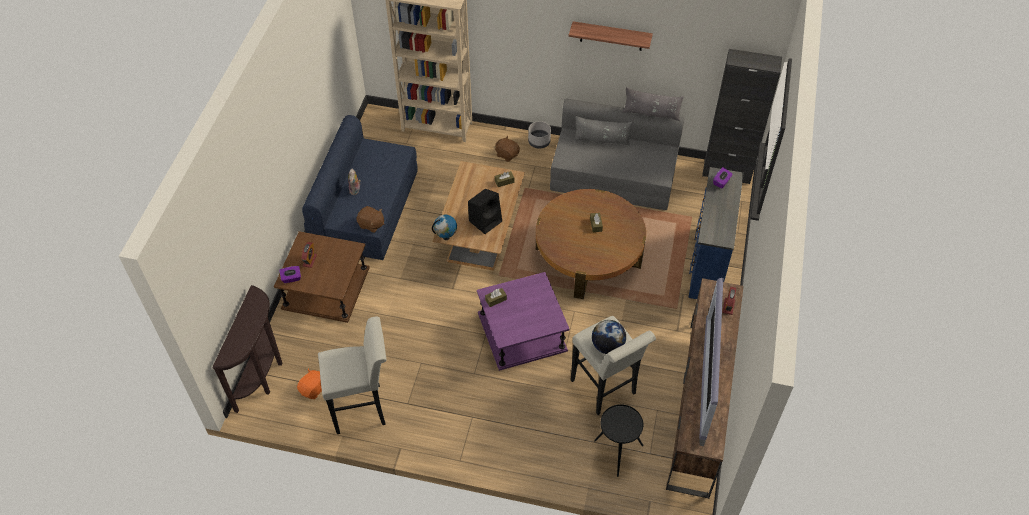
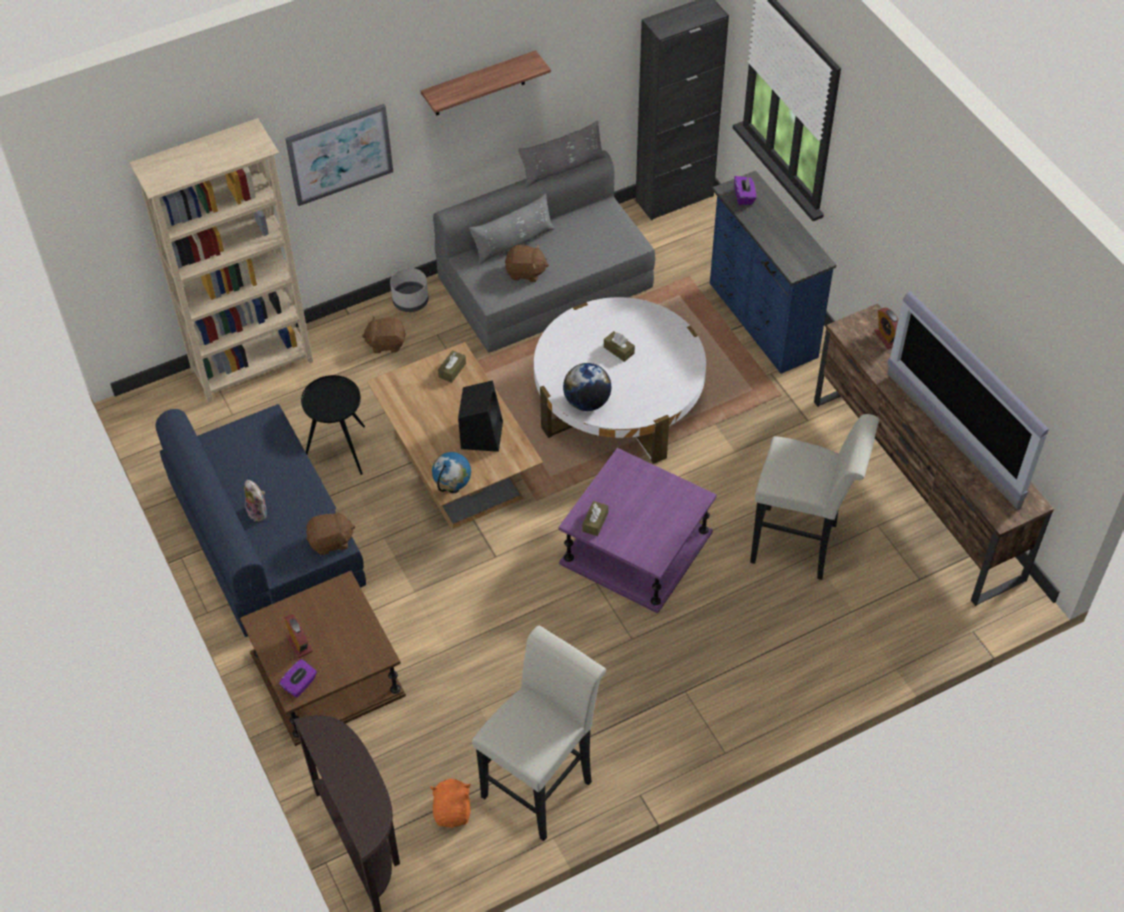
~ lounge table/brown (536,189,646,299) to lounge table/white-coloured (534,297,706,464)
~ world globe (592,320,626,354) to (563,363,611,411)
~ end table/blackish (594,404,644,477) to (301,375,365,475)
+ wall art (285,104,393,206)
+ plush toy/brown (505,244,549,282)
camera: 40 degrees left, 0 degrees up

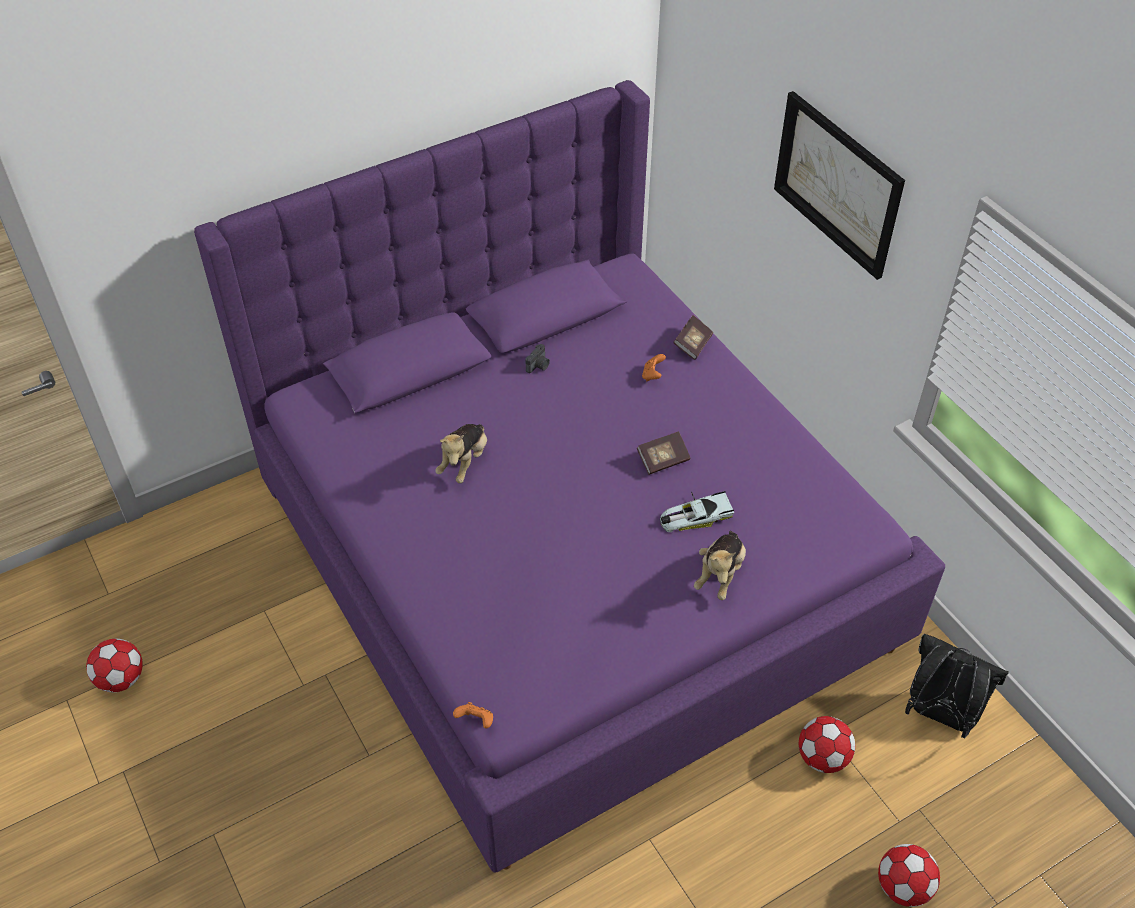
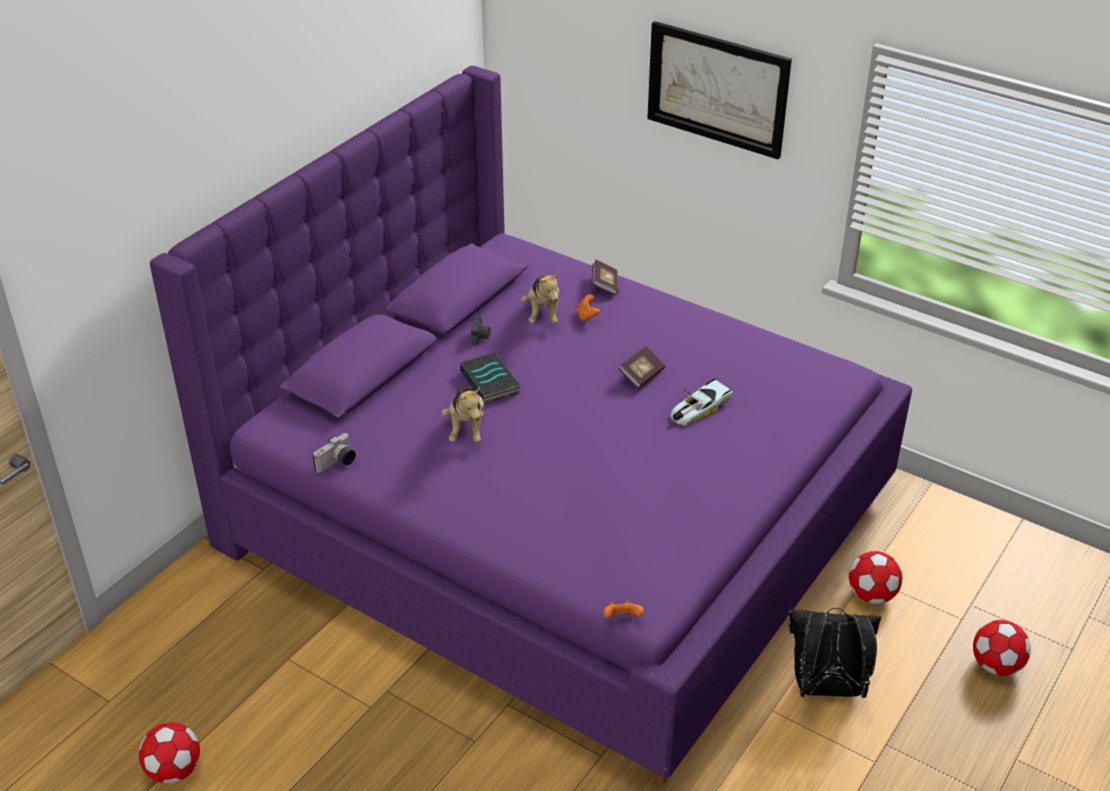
~ plush toy (694,531,746,600) to (521,271,559,324)
~ knapsack/blackish (905,634,1008,738) to (788,608,881,698)
+ book (460,352,520,404)
+ photo camera (313,433,356,473)
camera: 25 degrees left, 10 degrees down

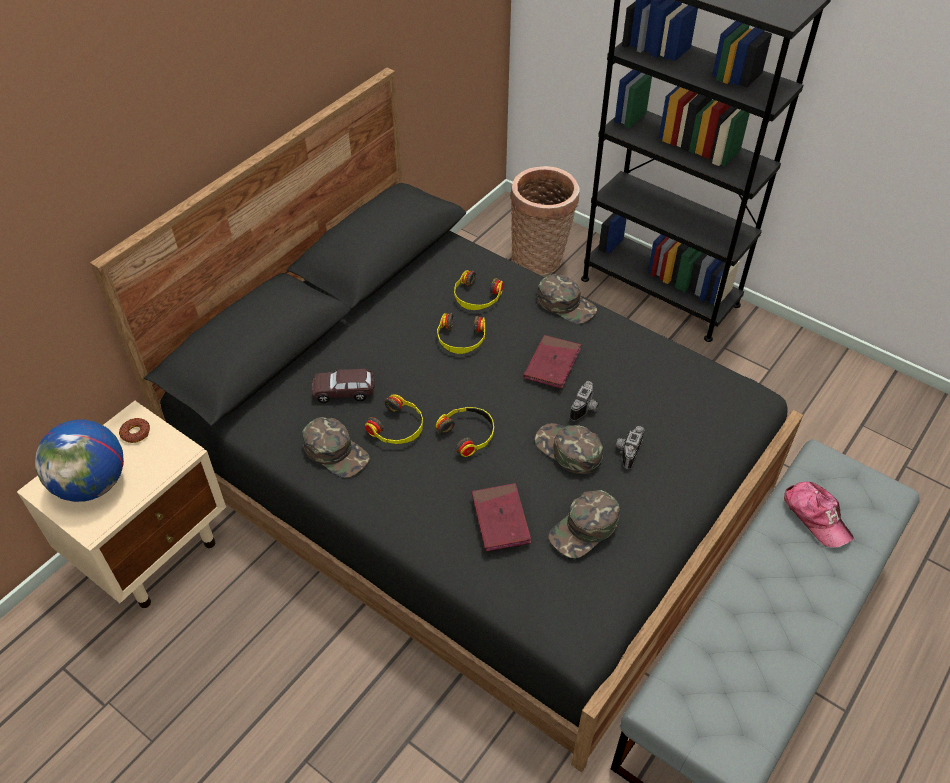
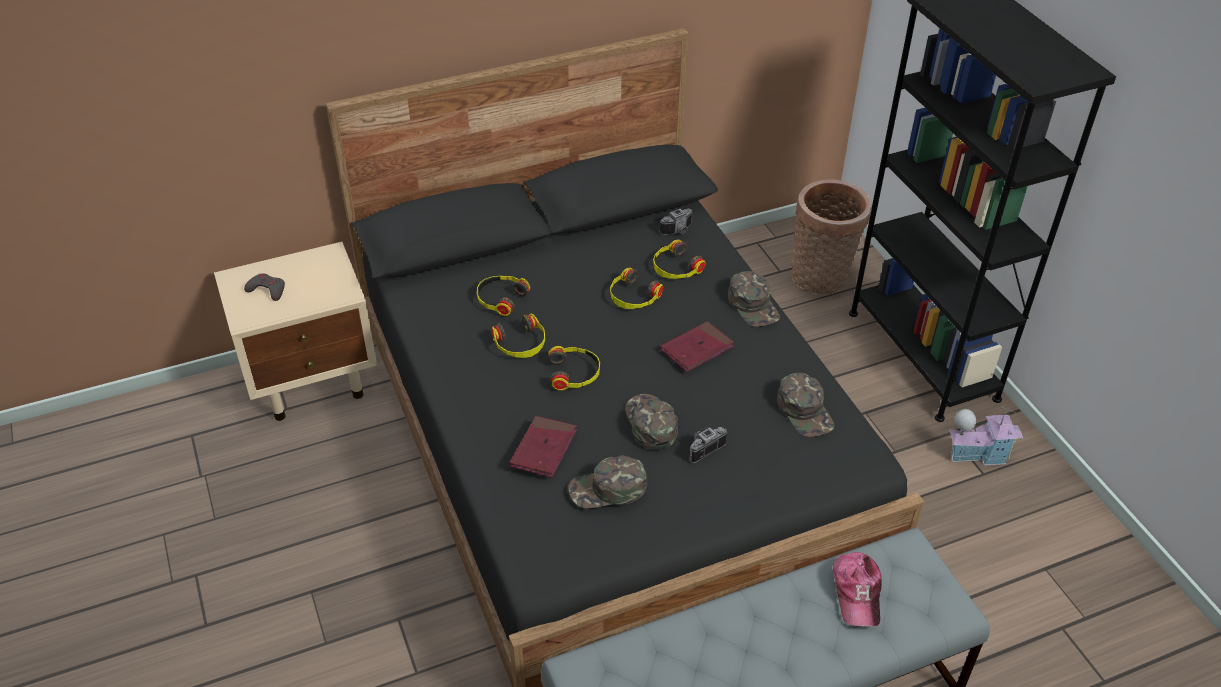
~ toy car/brown (312,369,375,403) to headphones (477,276,530,316)
~ photo camera (570,381,599,421) to (660,209,693,235)
~ cap/green (302,417,370,478) to (777,373,834,437)
- ring doughnut (119,418,150,443)
~ world globe (35,420,124,502) to gamepad/gray (244,273,285,301)
+ model house (949,407,1023,465)
camera: 30 degrees right, 5 degrees down

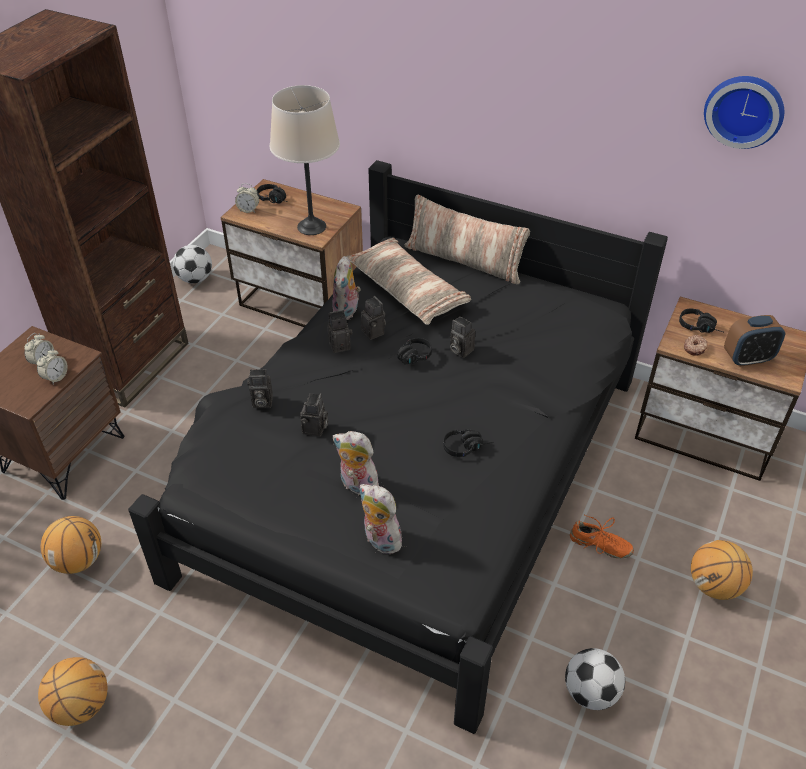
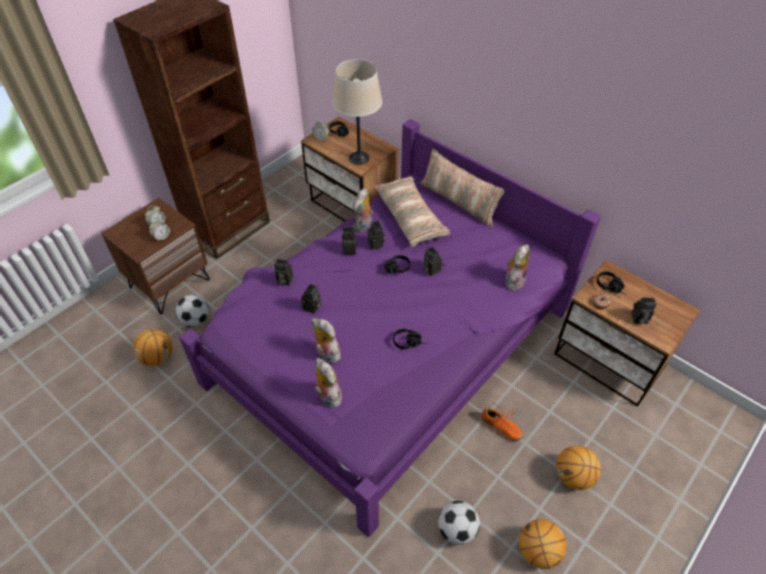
- wall clock (704,76,784,149)
~ bed/blackish (128,160,668,734) to bed/purple (179,119,601,537)
~ ball for football (173,245,212,283) to (175,295,209,327)
~ alarm clock (724,315,785,367) to photo camera (631,297,657,324)
~ basketball (38,657,107,726) to (519,519,567,569)
+ plush toy (506,244,530,291)
camera: 15 degrees right, 5 degrees up

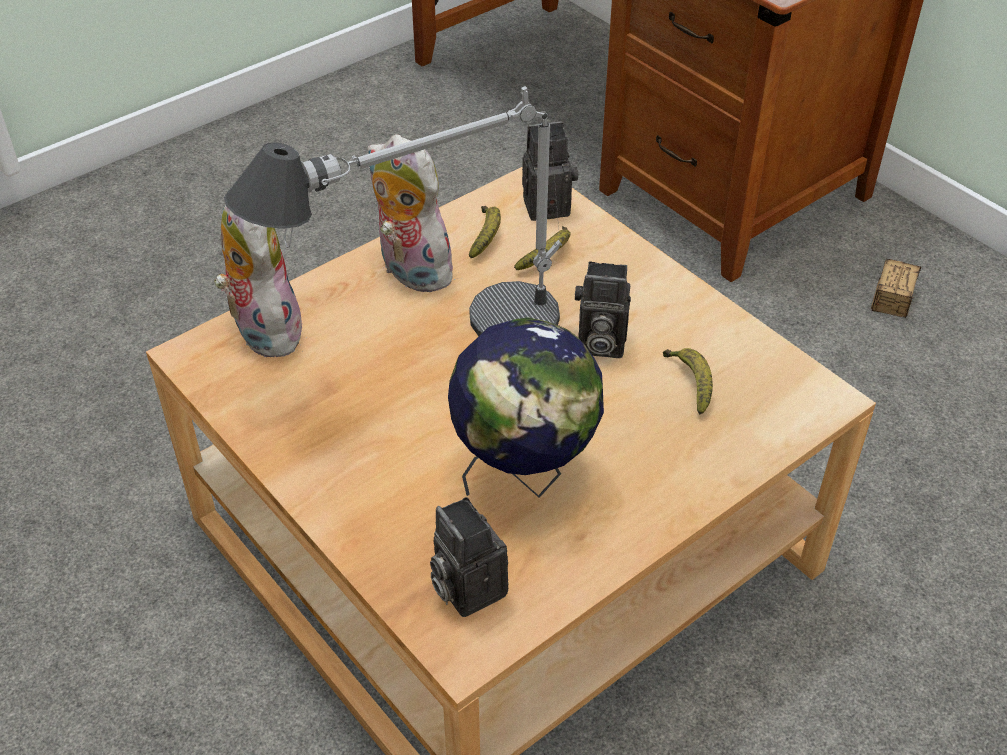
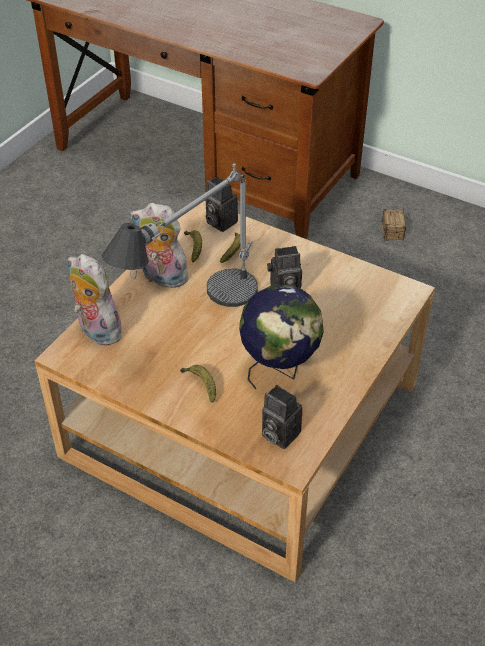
~ photo camera (522,121,578,221) = (206,176,238,232) 105 degrees counterclockwise
~ banana fruit (663,348,713,414) to (180,365,216,403)
camera: 20 degrees left, 0 degrees up

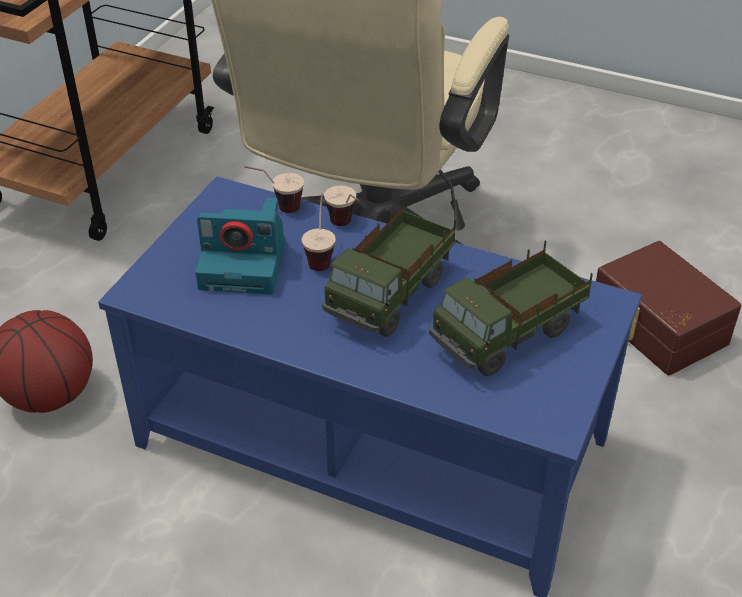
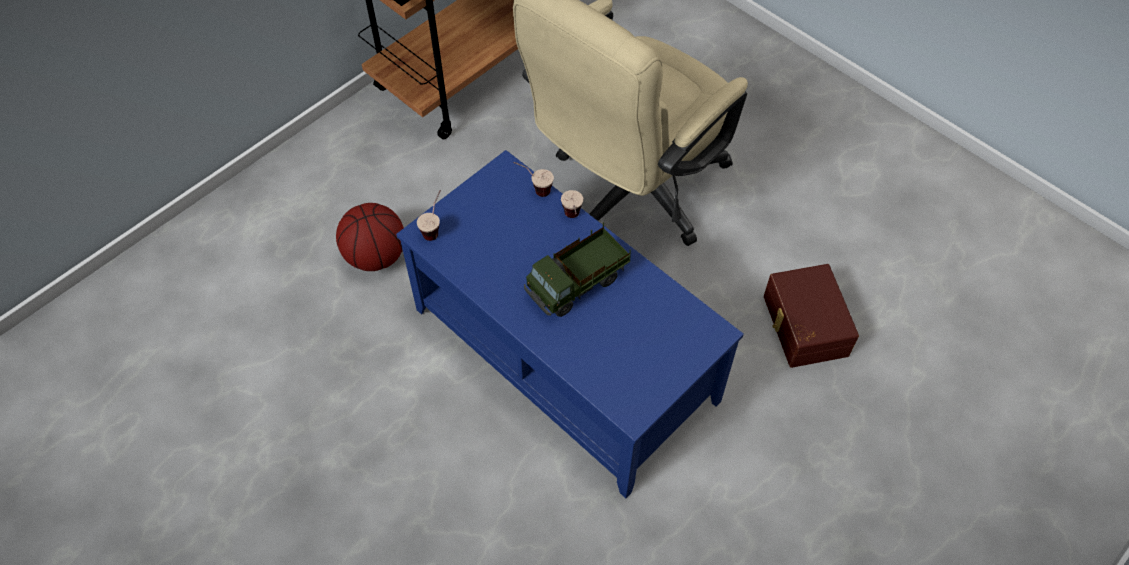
~ small cup (302,193,336,271) to (417,190,441,241)
- photo camera (195,197,285,294)
- toy truck (429,240,593,376)
camera: 20 degrees right, 15 degrees up

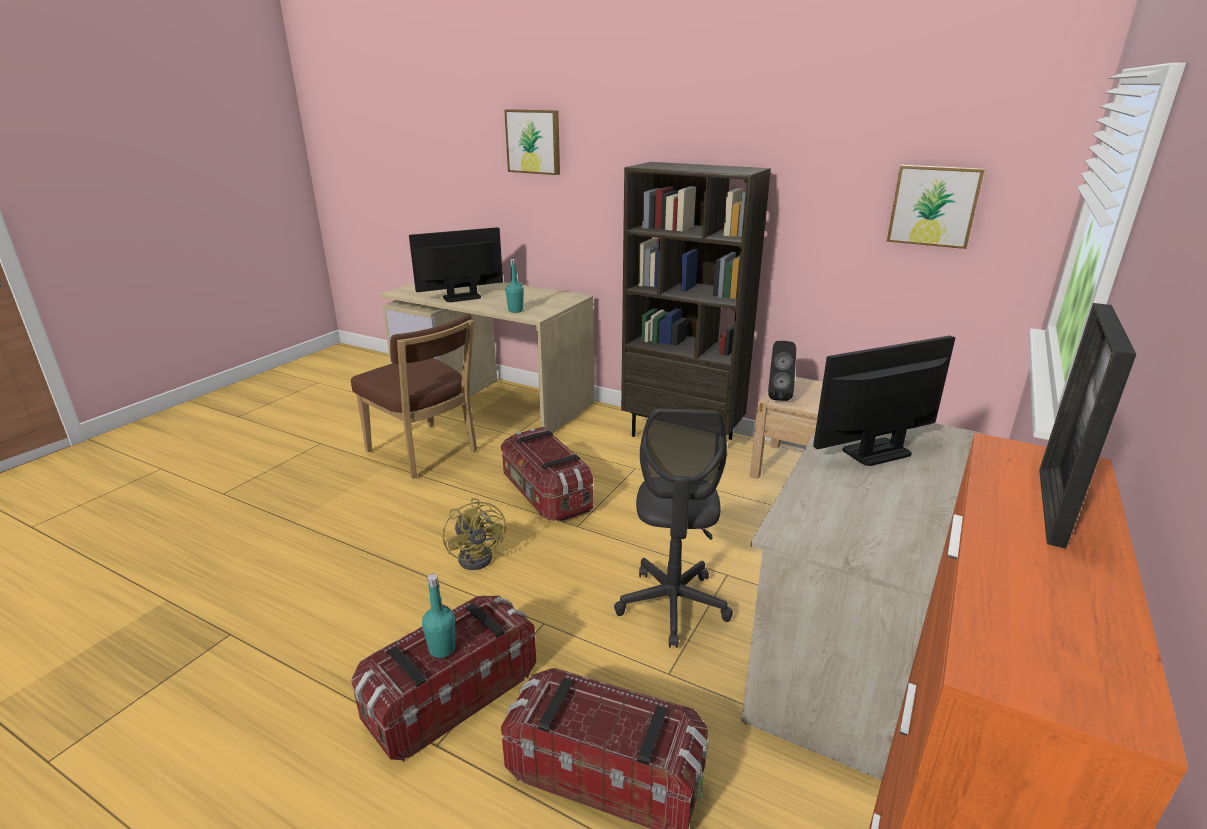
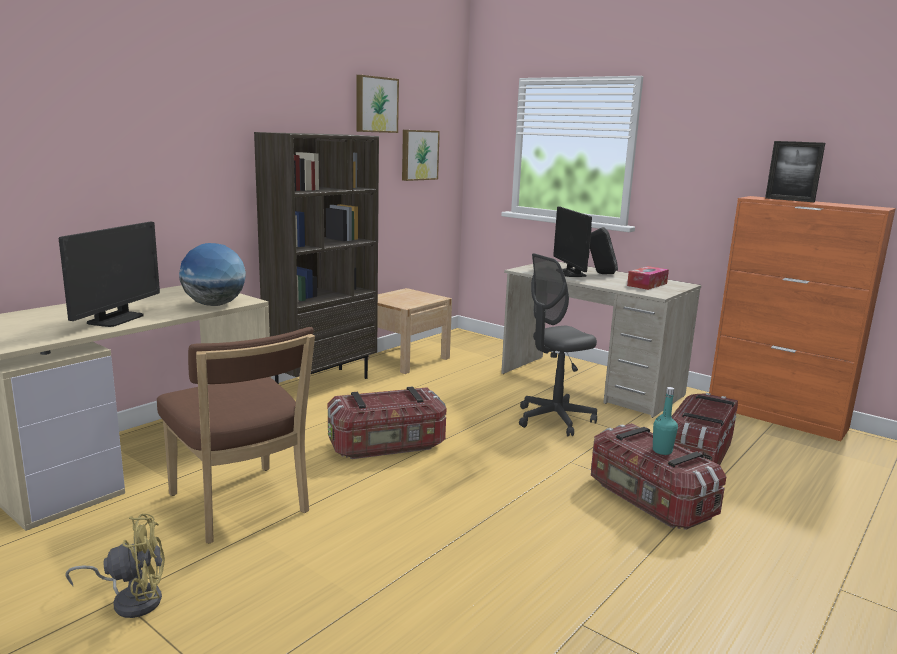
~ wall art (504,109,560,175) to (357,75,399,133)
~ computer display (409,227,503,302) = (59,222,160,327) 150 degrees counterclockwise
~ beverage bottle/blue-green (505,259,524,313) to world globe (179,243,246,306)
~ chair/brown (351,314,477,478) = (157,327,315,543) 90 degrees clockwise
~ loudspeaker/blackish (768,341,796,401) to (590,227,618,274)
~ computer chair/gray (614,409,733,648) = (519,253,597,436) 135 degrees clockwise
~ electric fan/yellowish (443,498,506,570) to (65,514,165,618)
+ tissue holder (627,266,669,290)
camera: 80 degrees left, 10 degrees down

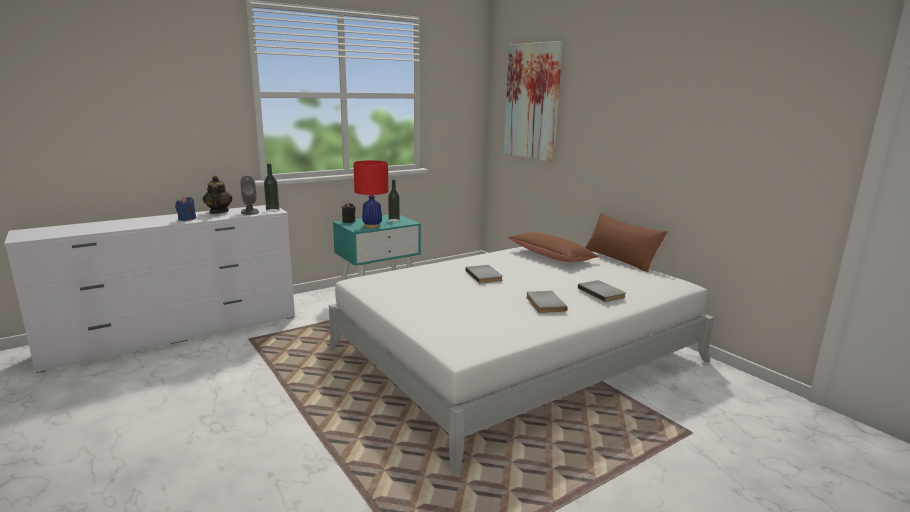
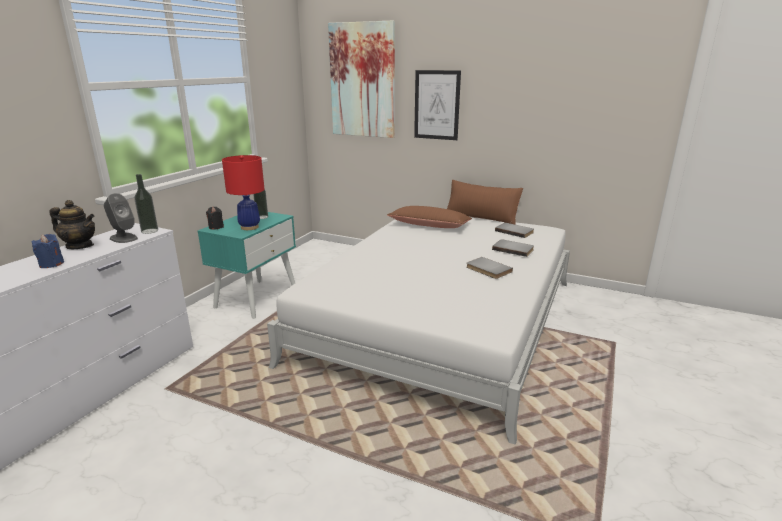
~ pot for tea (203,176,233,214) = (49,200,95,249) 150 degrees clockwise
~ book/gray (466,265,503,283) to (495,223,534,238)
+ wall art (414,70,461,140)
camera: 30 degrees left, 5 degrees up

